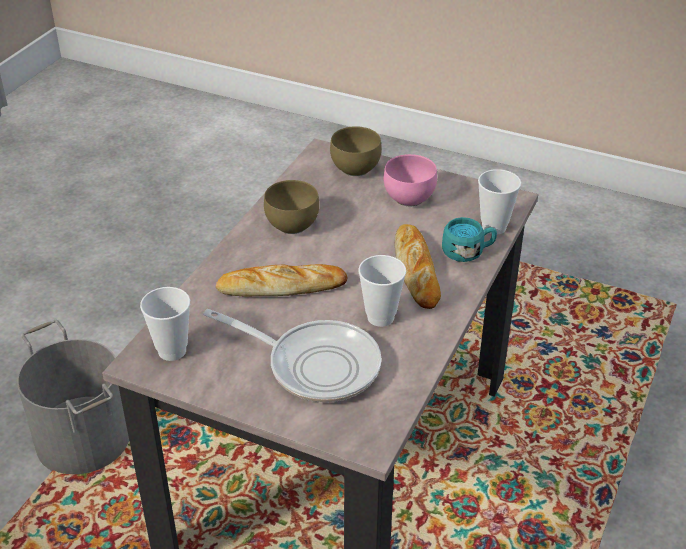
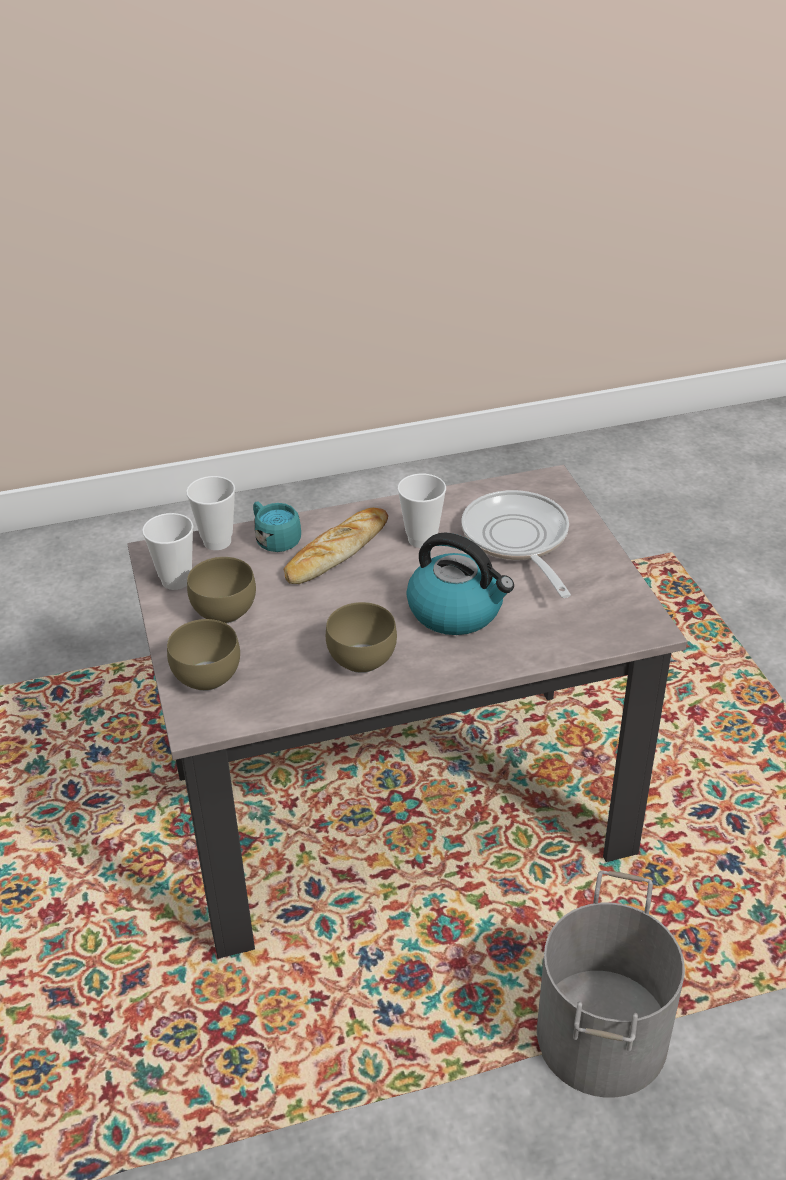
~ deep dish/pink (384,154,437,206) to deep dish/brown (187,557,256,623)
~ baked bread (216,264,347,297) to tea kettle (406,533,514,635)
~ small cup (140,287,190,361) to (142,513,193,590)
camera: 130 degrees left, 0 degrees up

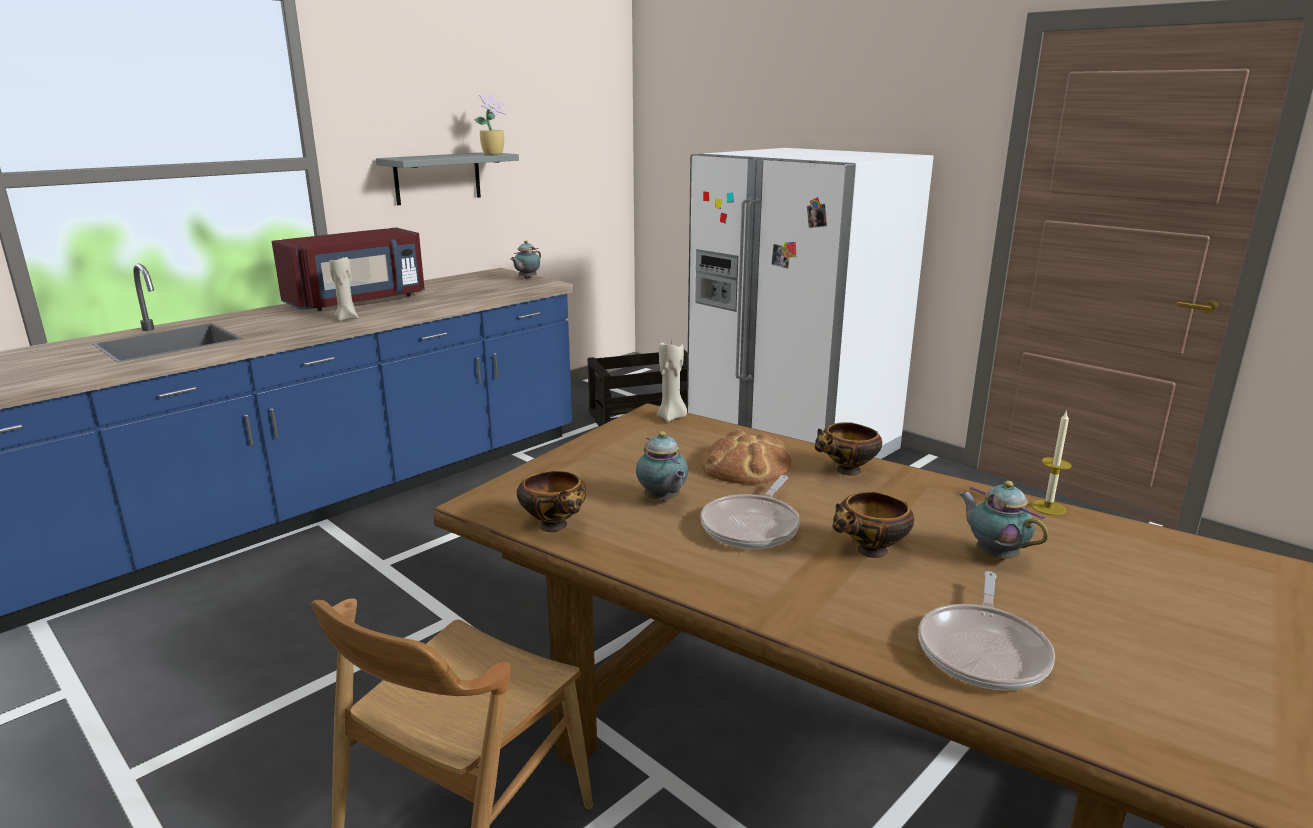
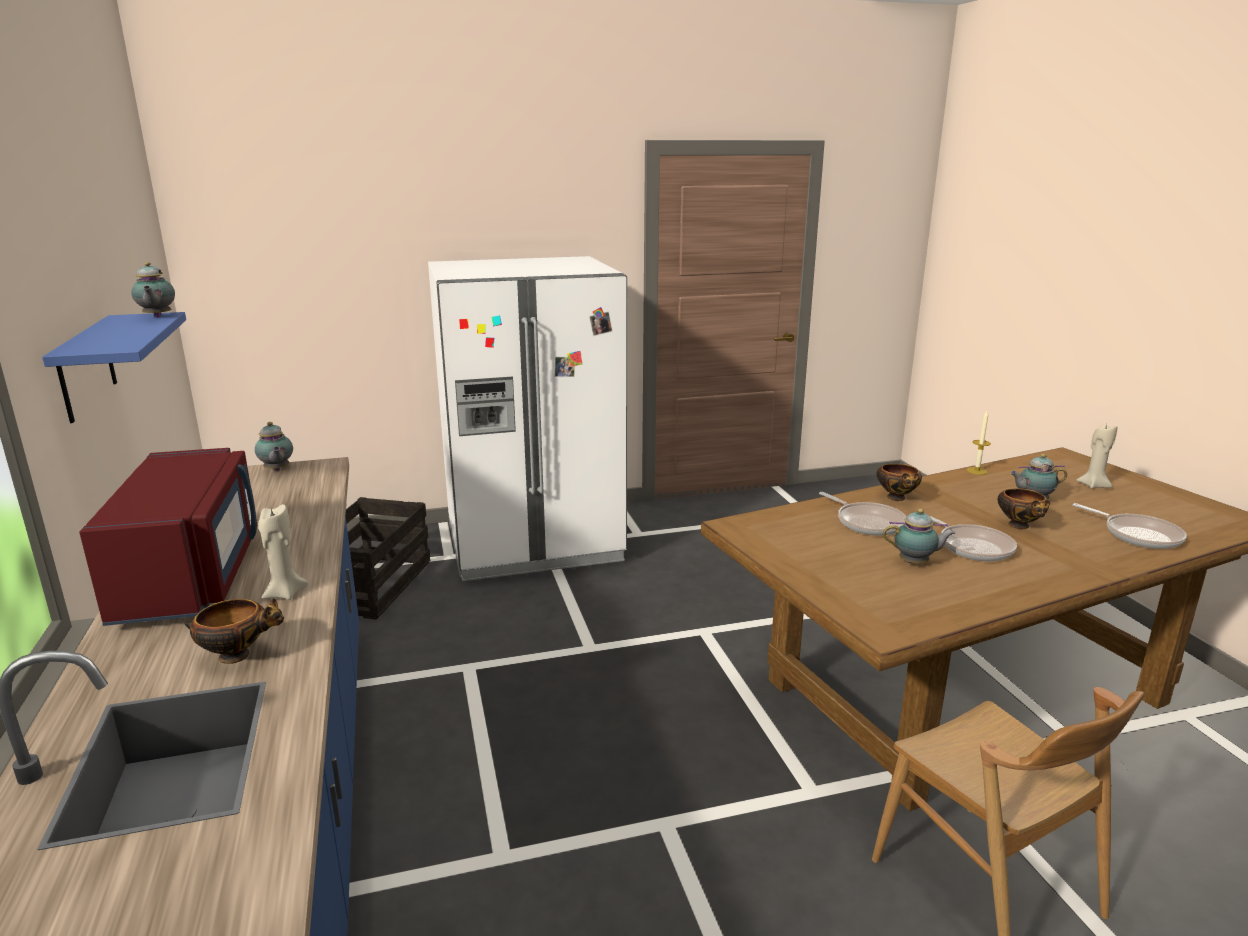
~ houseplant (474,94,506,155) to pot for tea (131,262,175,318)
~ shelf/gray (376,152,519,205) to shelf/blue-coloured (42,312,186,423)
~ wax candle/sand-coloured (657,341,687,422) to (1077,424,1117,489)
~ baked bread (701,429,791,485) to frying pan (819,492,906,536)
~ deep dish (517,471,586,532) to (184,598,284,664)
camera: 60 degrees left, 0 degrees up

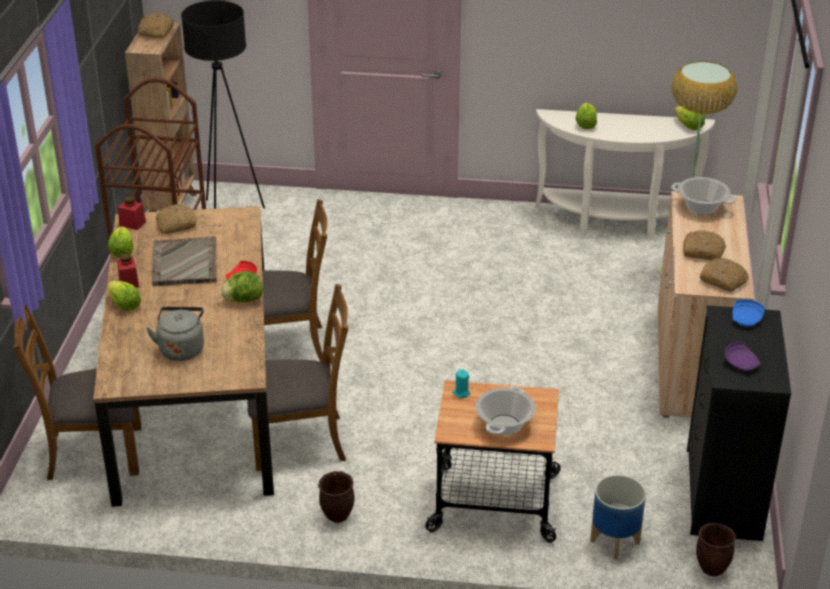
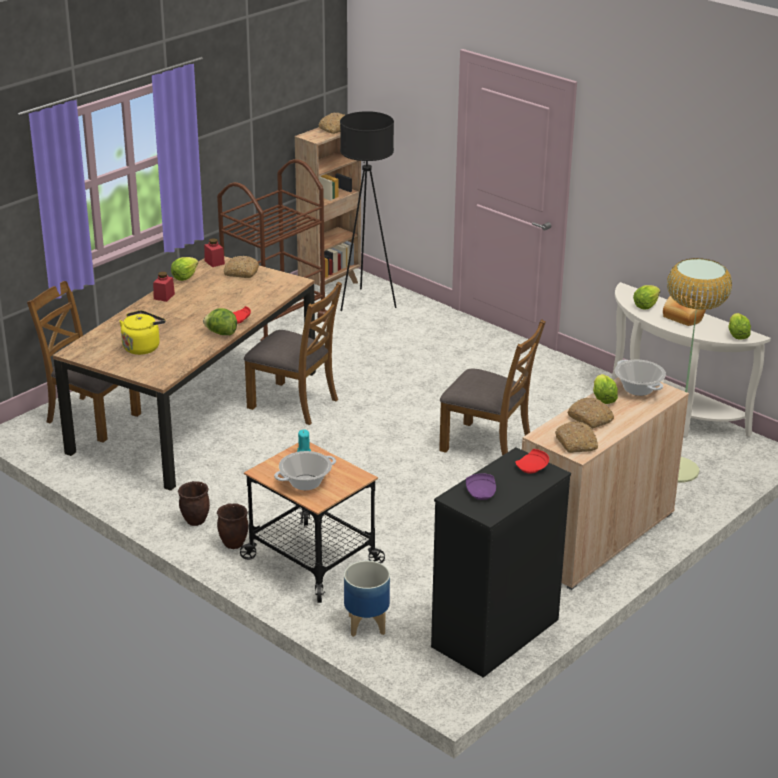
- serving tray/gray (152,236,217,286)
~ head of lettuce (108,281,141,311) to (593,374,618,404)
~ chair/brown (247,284,348,471) to (439,319,546,456)
~ flat dish/blue-coloured (732,299,765,327) to flat dish/red (515,449,549,474)
~ tea kettle/gray (146,307,204,361) to tea kettle/yellowish (120,310,166,355)
~ planter/brown (696,523,736,576) to (217,503,248,549)
+ baked bread (663,295,706,326)
camera: 35 degrees right, 5 degrees down

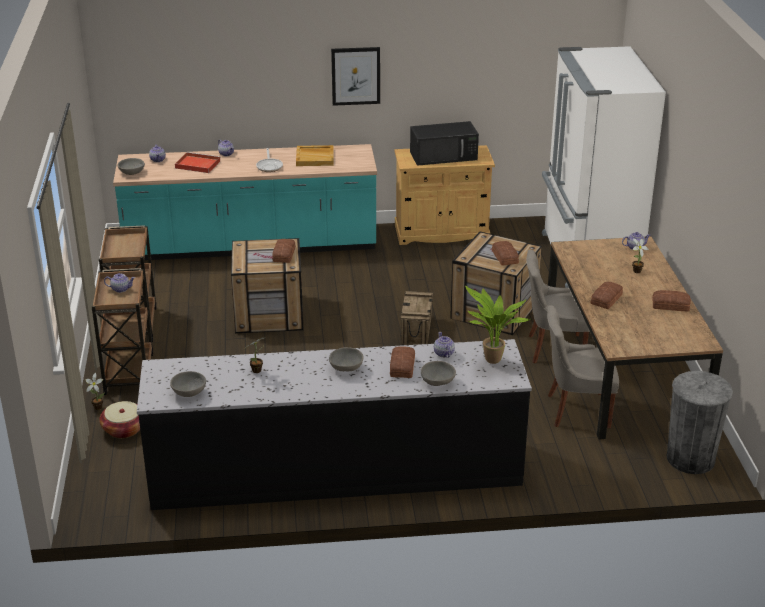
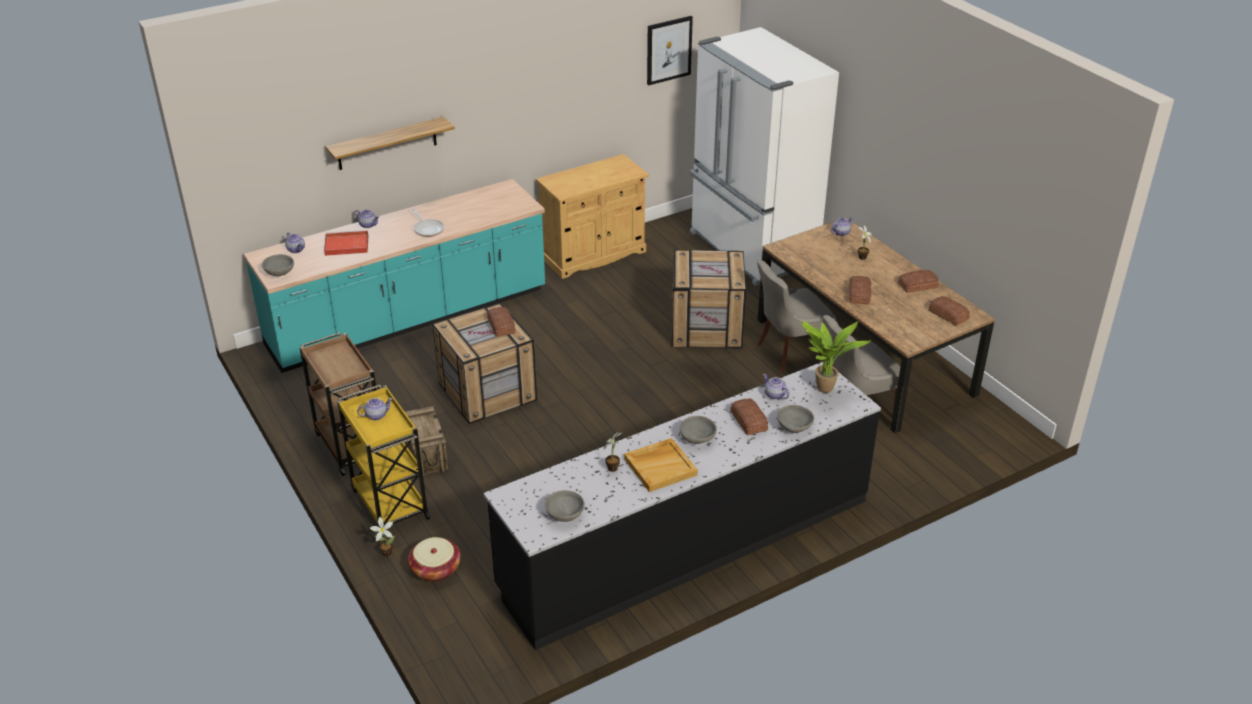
~ wall art (331,47,380,106) to (647,16,693,85)
- microwave/blackish (410,121,479,166)
~ serving tray/sand-coloured (296,145,334,166) to (624,438,698,492)
~ baked bread (492,241,519,265) to (928,296,970,326)
~ trolley/brown (92,268,153,395) to trolley/yellowish (337,385,431,537)
~ packing crate (401,291,433,345) to (405,406,448,476)
- waste bin/gray (666,371,733,474)
+ shelf (325,117,455,170)
camera: 25 degrees left, 5 degrees up

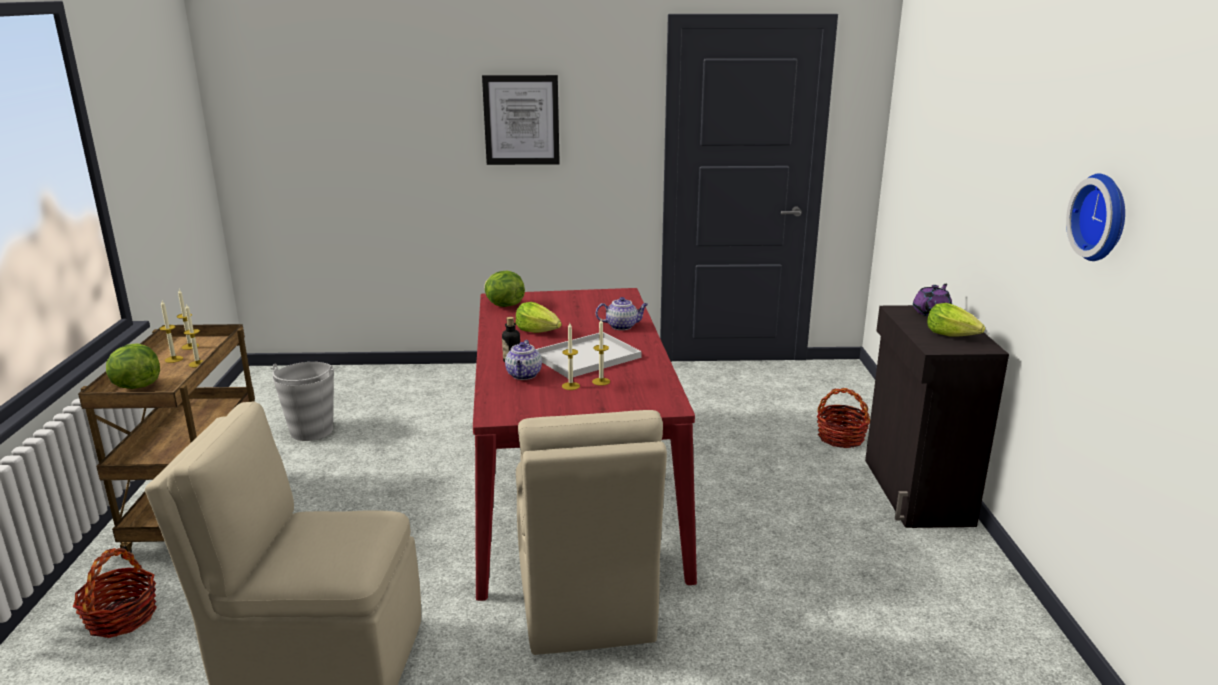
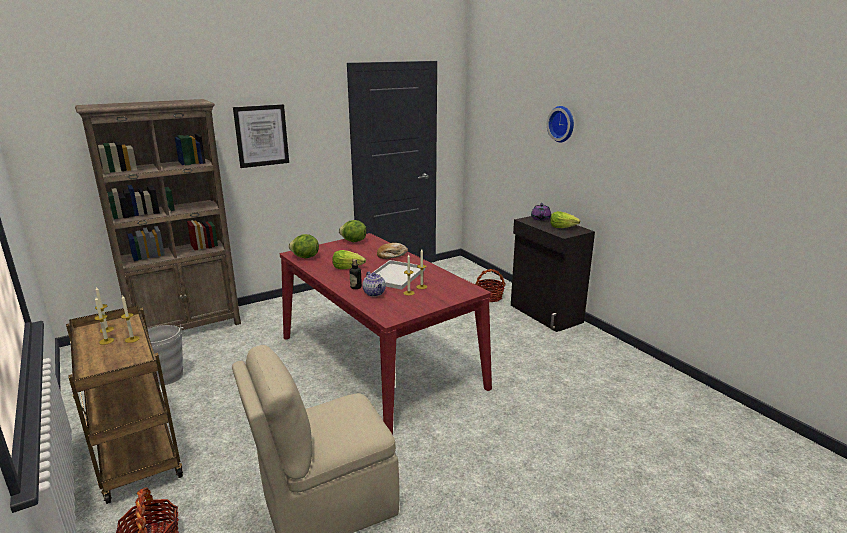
~ wall clock (1066,174,1125,261) to (547,106,574,142)
~ pot for tea (596,297,648,330) to baked bread (377,243,408,259)
~ head of lettuce (106,343,160,389) to (339,220,367,242)
- chair/sand-coloured (516,410,667,655)
+ shelving unit/brown (75,99,241,330)
camera: 30 degrees left, 0 degrees up

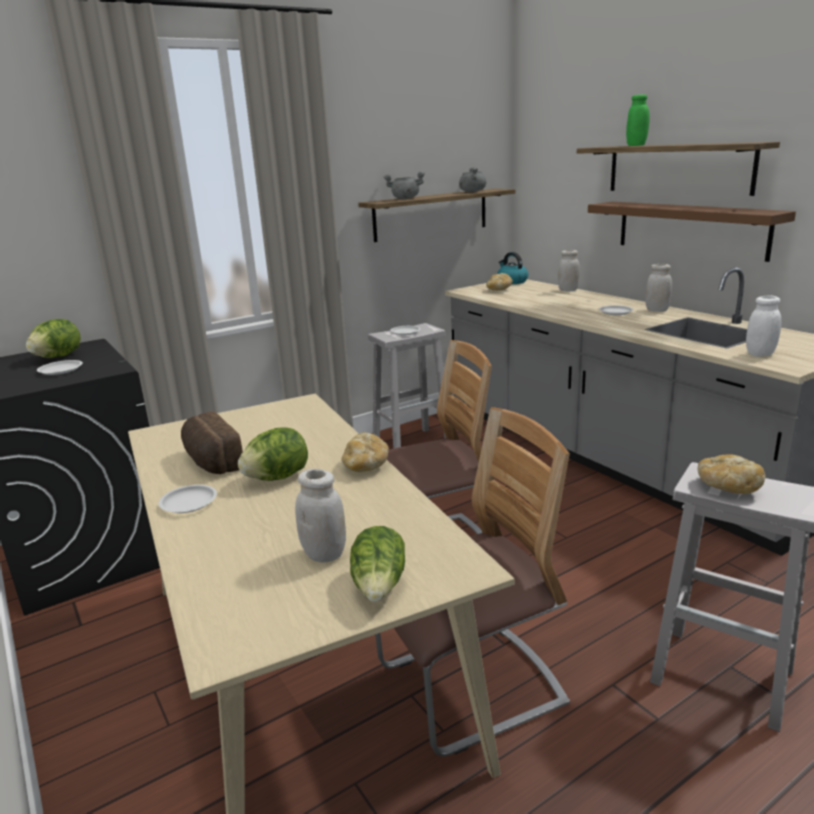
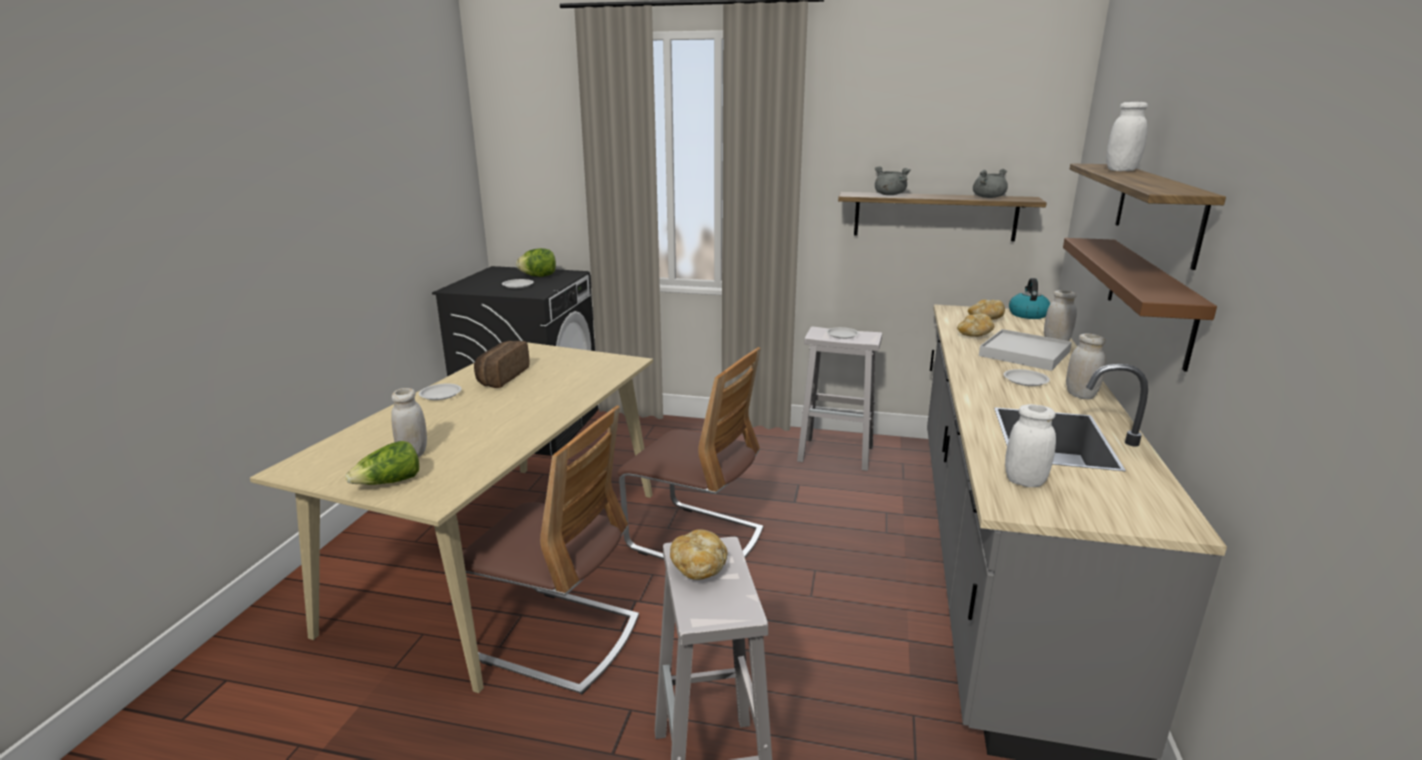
~ storage jar/green (626,94,650,146) to storage jar/white-coloured (1106,102,1148,171)
- head of lettuce (238,427,308,481)
~ baked bread (341,433,389,472) to (957,313,994,337)
+ serving tray/white-coloured (979,329,1072,371)
camera: 45 degrees right, 0 degrees up

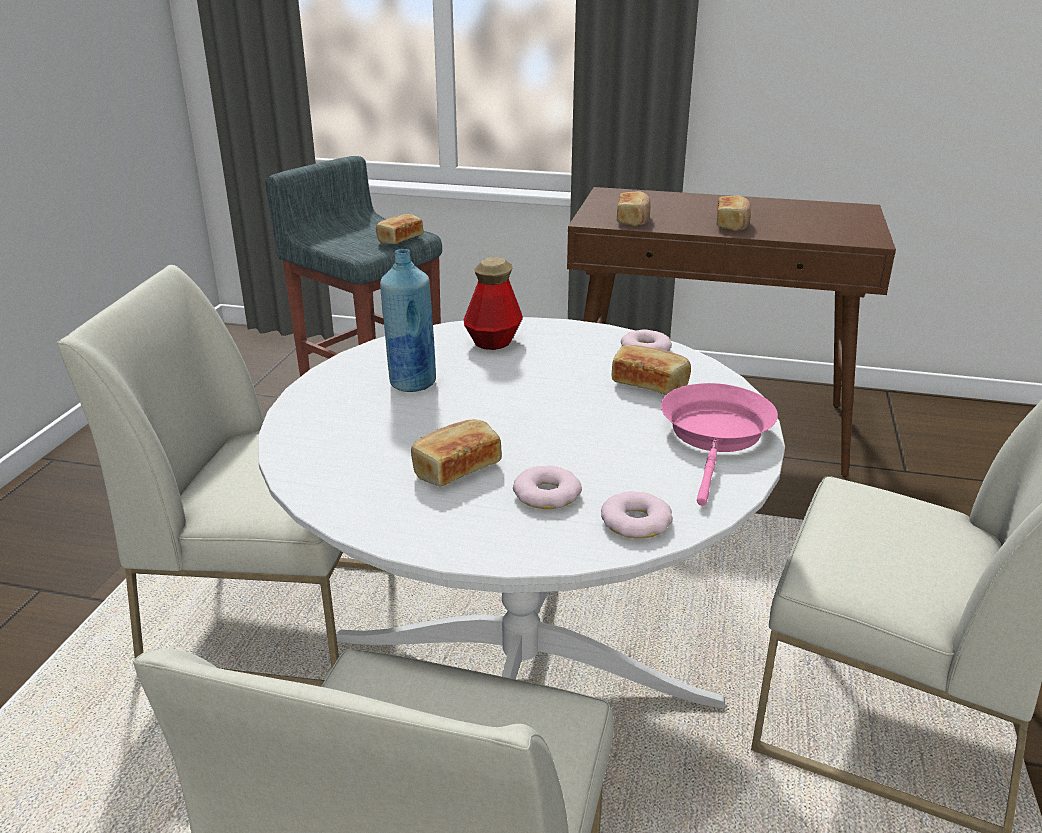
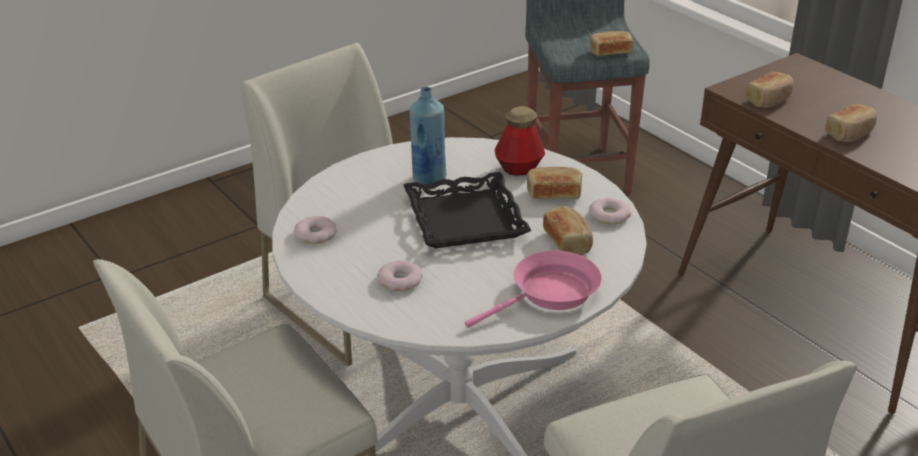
~ baked bread (411,419,502,486) to (527,167,582,199)
~ ring doughnut (601,491,673,539) to (294,216,337,244)
+ serving tray/blackish (403,172,532,248)
camera: 40 degrees right, 5 degrees up

